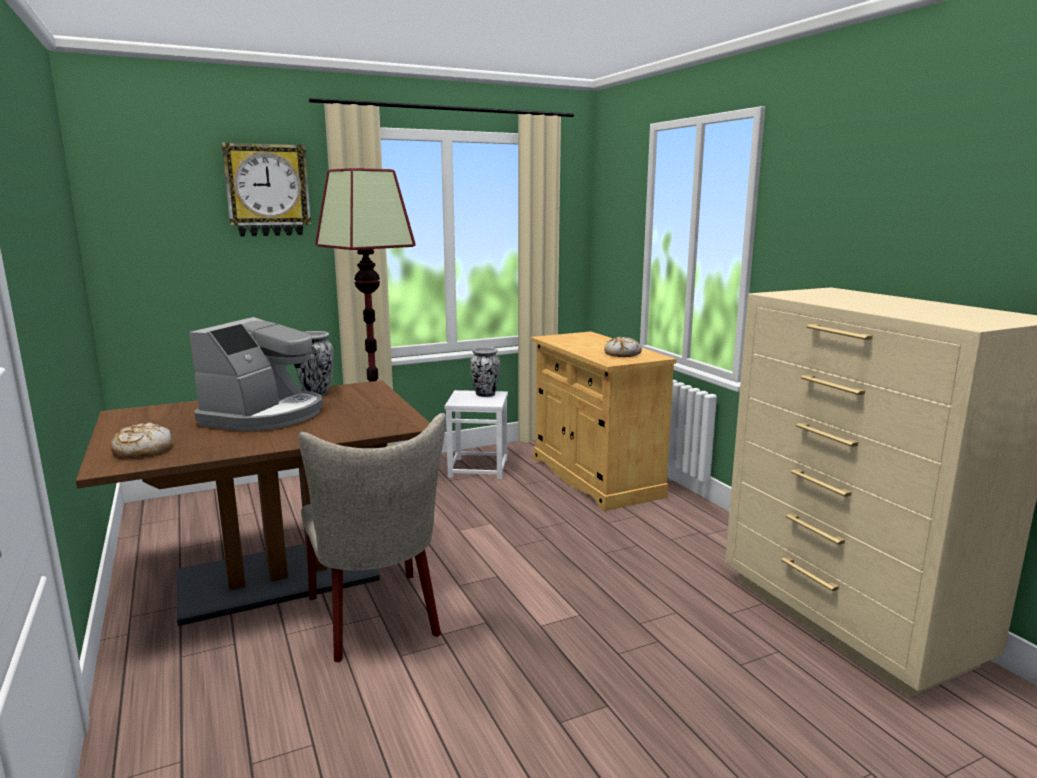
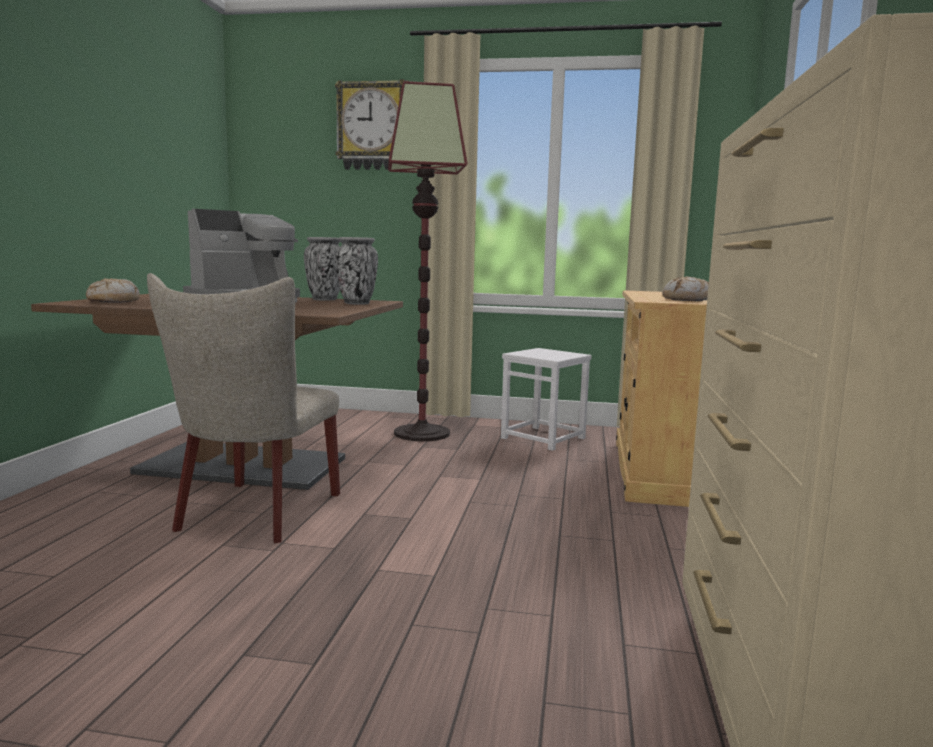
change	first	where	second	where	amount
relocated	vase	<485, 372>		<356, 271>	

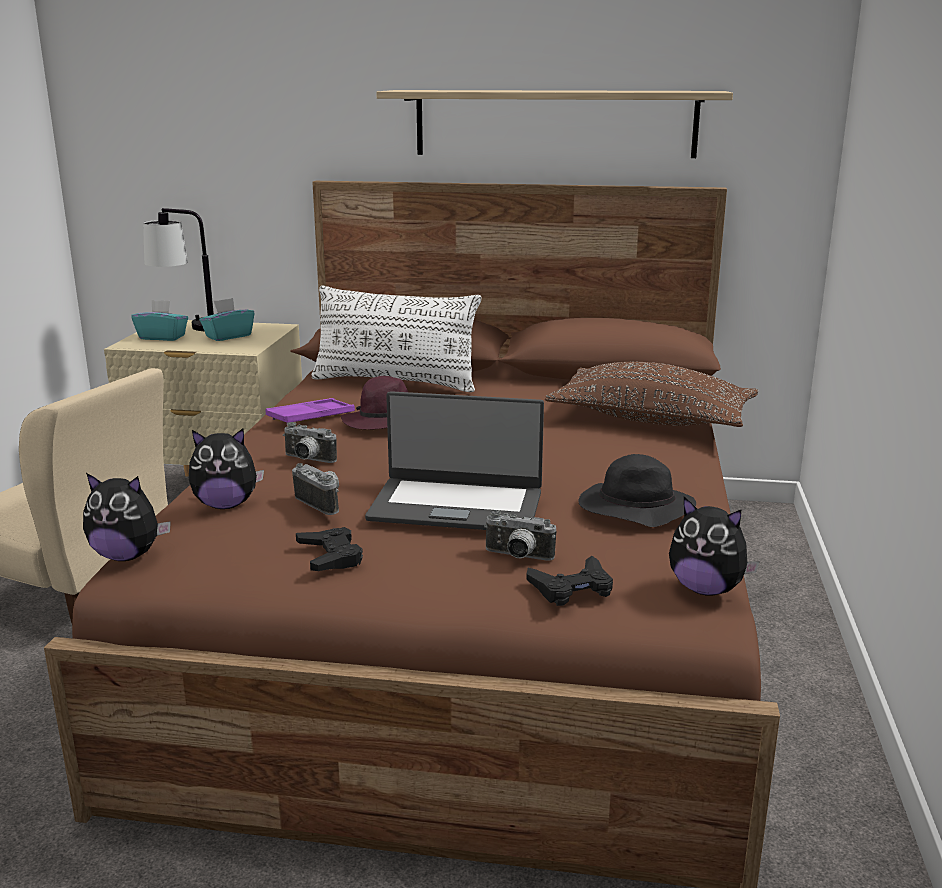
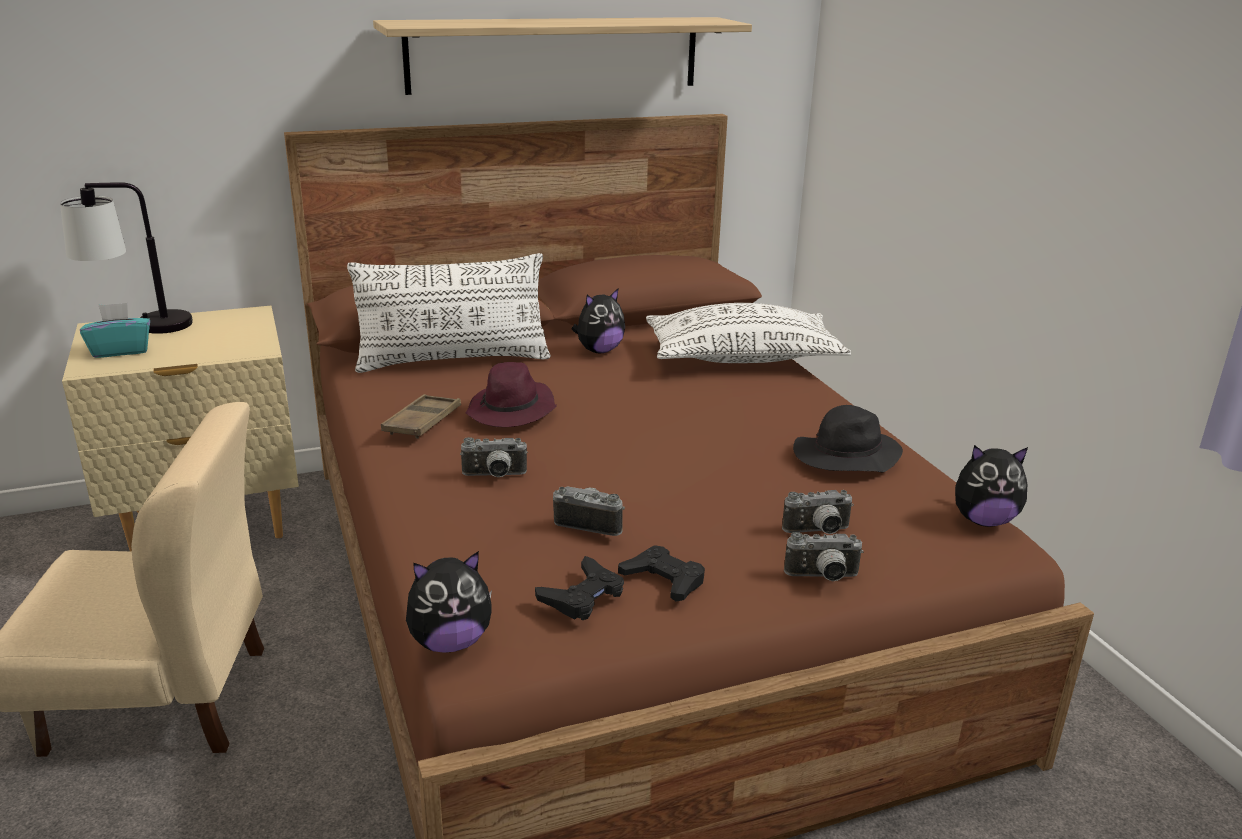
change	first	where	second	where	amount
missing	tissue box/turquoise	<227, 319>			
colour	pillow/brown	<651, 394>	pillow/white	<748, 333>	
missing	laptop	<454, 460>			
colour	tray/purple	<310, 410>	tray/brown	<421, 416>	
relocated	plush toy	<226, 469>		<598, 320>	
relocated	game controller/black	<569, 581>		<579, 588>	
appeared			photo camera	<823, 556>	

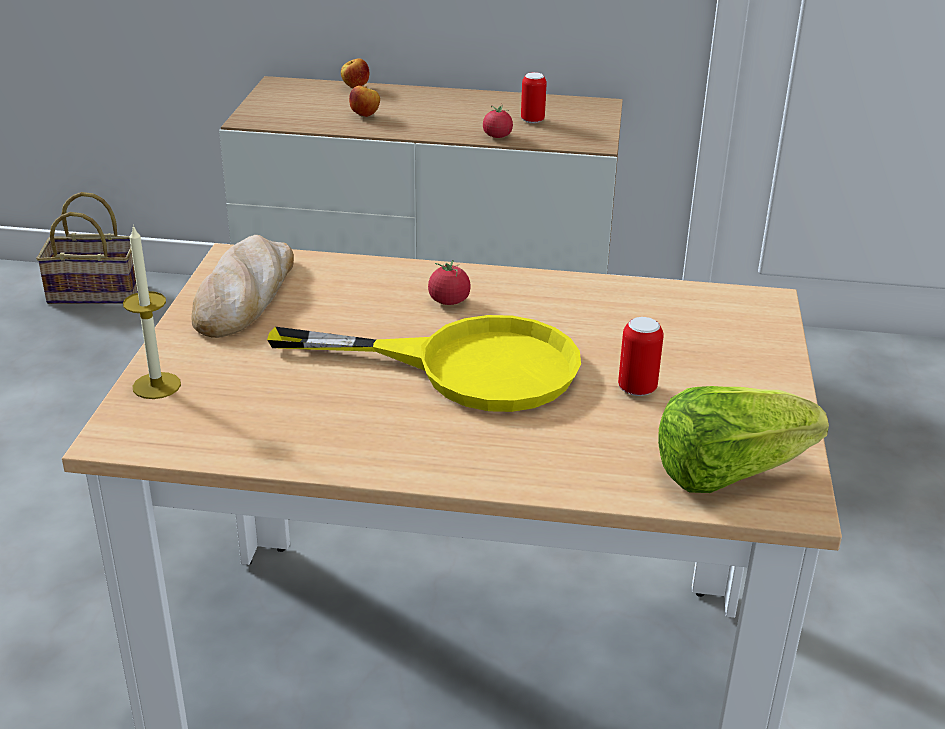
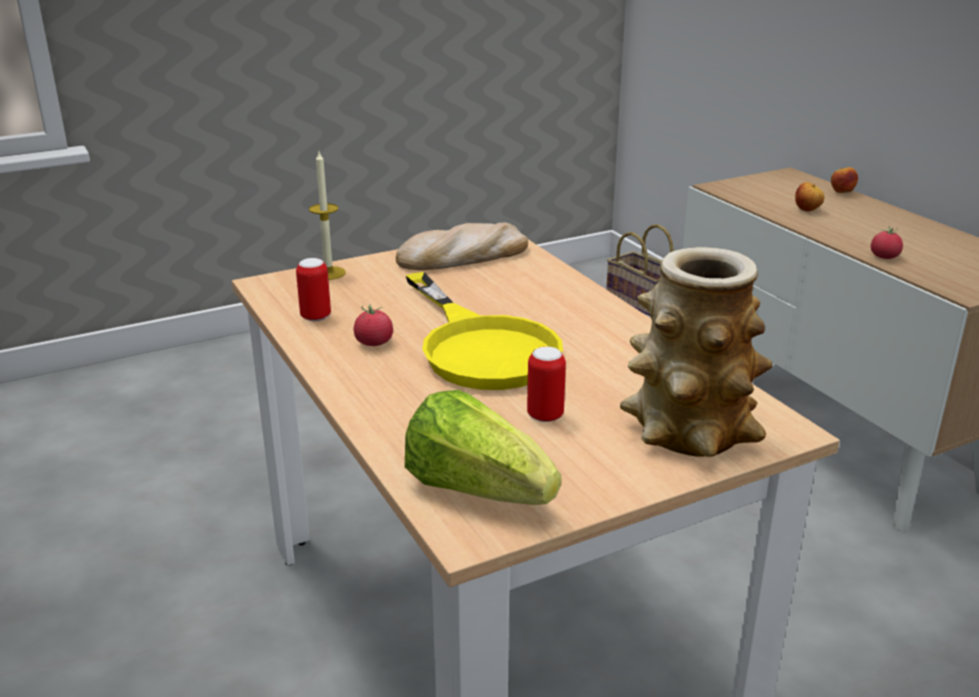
change	first	where	second	where	amount
relocated	can	<534, 97>		<313, 289>	
relocated	tomato	<449, 282>		<373, 325>	
appeared			vase	<696, 352>	

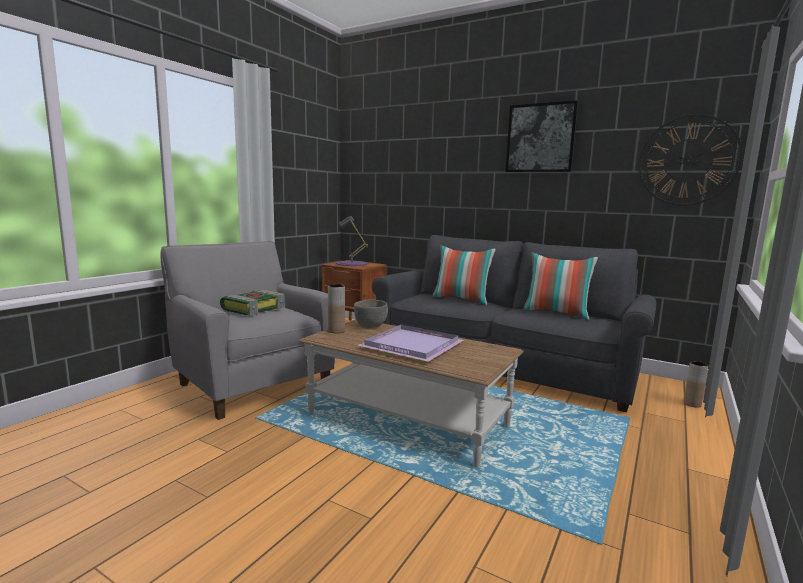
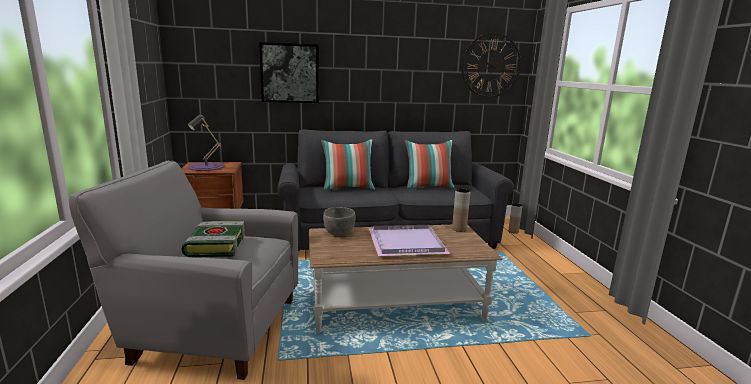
change	first	where	second	where	amount
relocated	picture	<542, 136>		<289, 72>	
relocated	vase/brown	<336, 308>		<461, 210>	

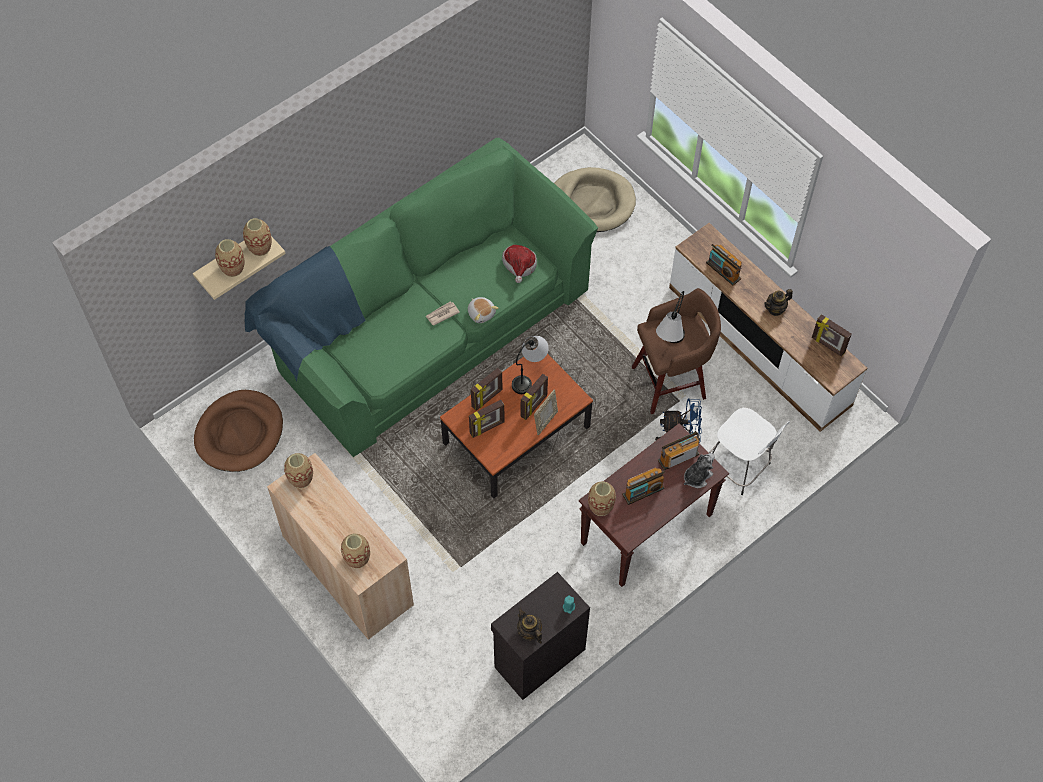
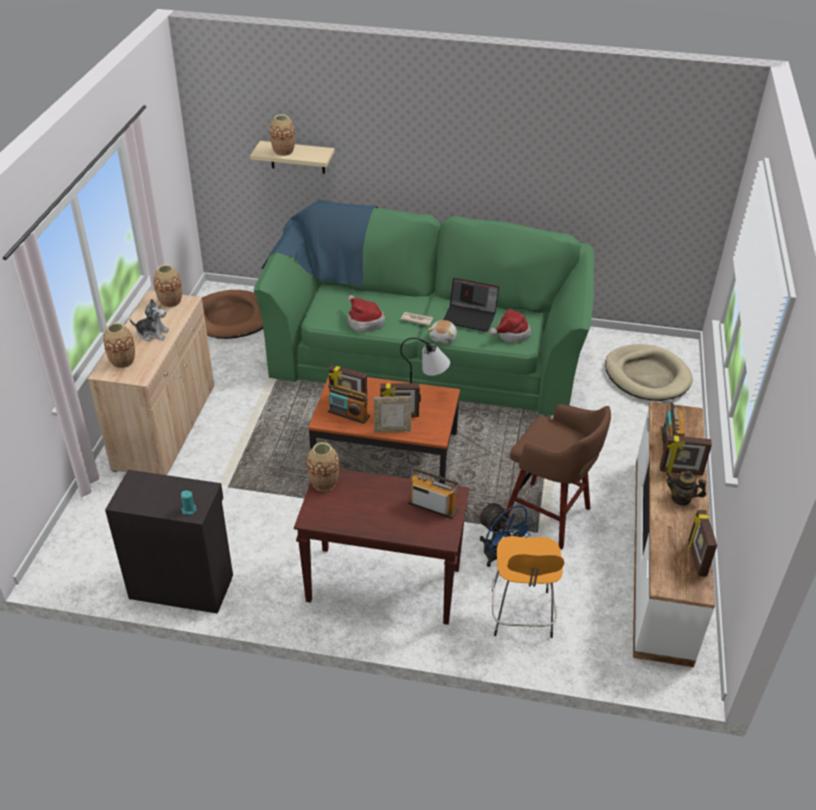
change	first	where	second	where	amount
missing	vase	<257, 237>			
missing	table lamp	<670, 317>			
relocated	picture frame	<486, 389>		<686, 455>	
colour	stool/white	<749, 451>	stool/orange	<528, 587>	
relocated	plush toy	<699, 470>		<149, 320>	
relocated	radio	<643, 486>		<349, 404>	
missing	teapot	<529, 625>			
appeared			laptop	<471, 305>	
appeared			hat	<366, 314>	

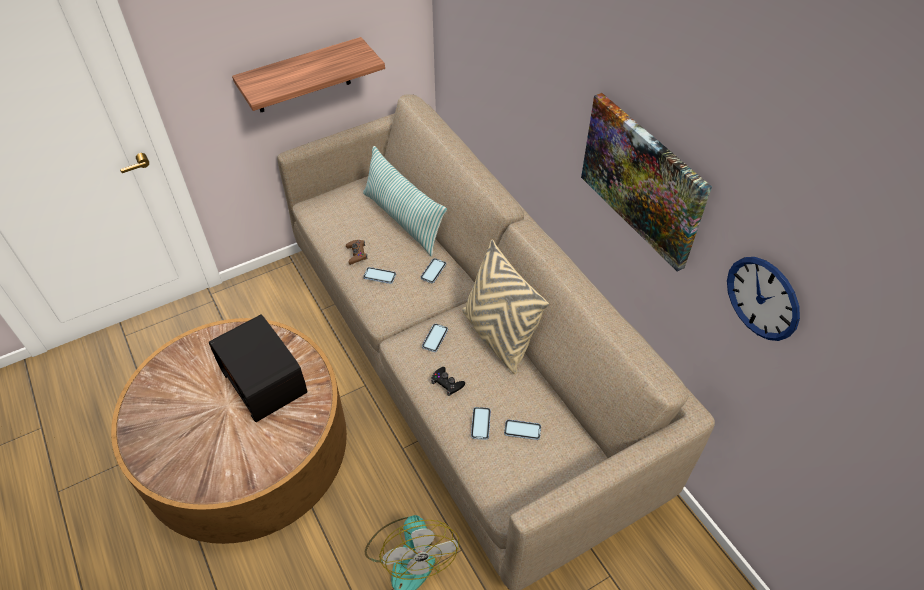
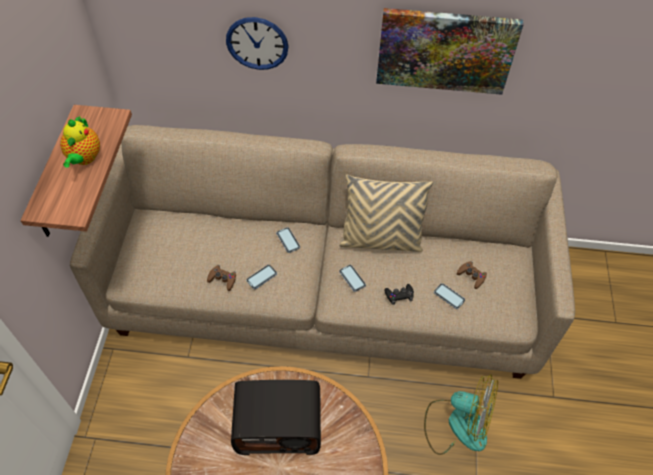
change	first	where	second	where	amount
missing	pillow	<405, 201>			
relocated	wall clock	<763, 299>		<257, 43>	
exchanged	phone	<522, 429>	game controller/brown	<472, 275>	
appeared			teapot	<80, 141>	

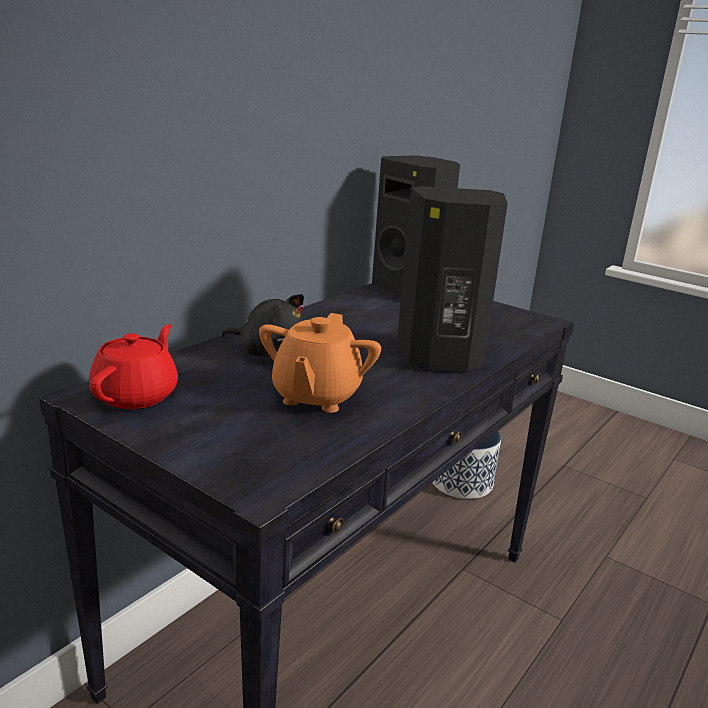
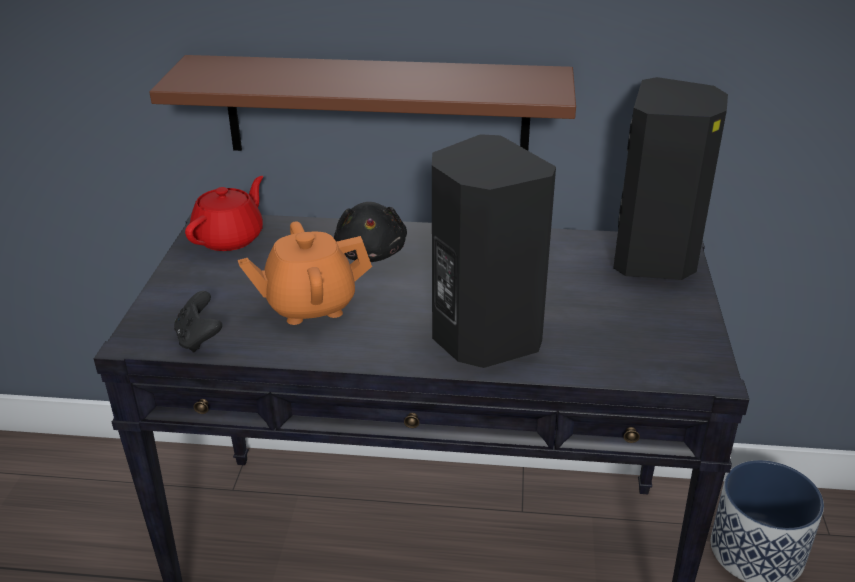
change	first	where	second	where	amount
spun	teapot/red	<133, 366>		<224, 213>	45 degrees counterclockwise
appeared			shelf/brown	<362, 103>	
appeared			game controller/black	<198, 322>	

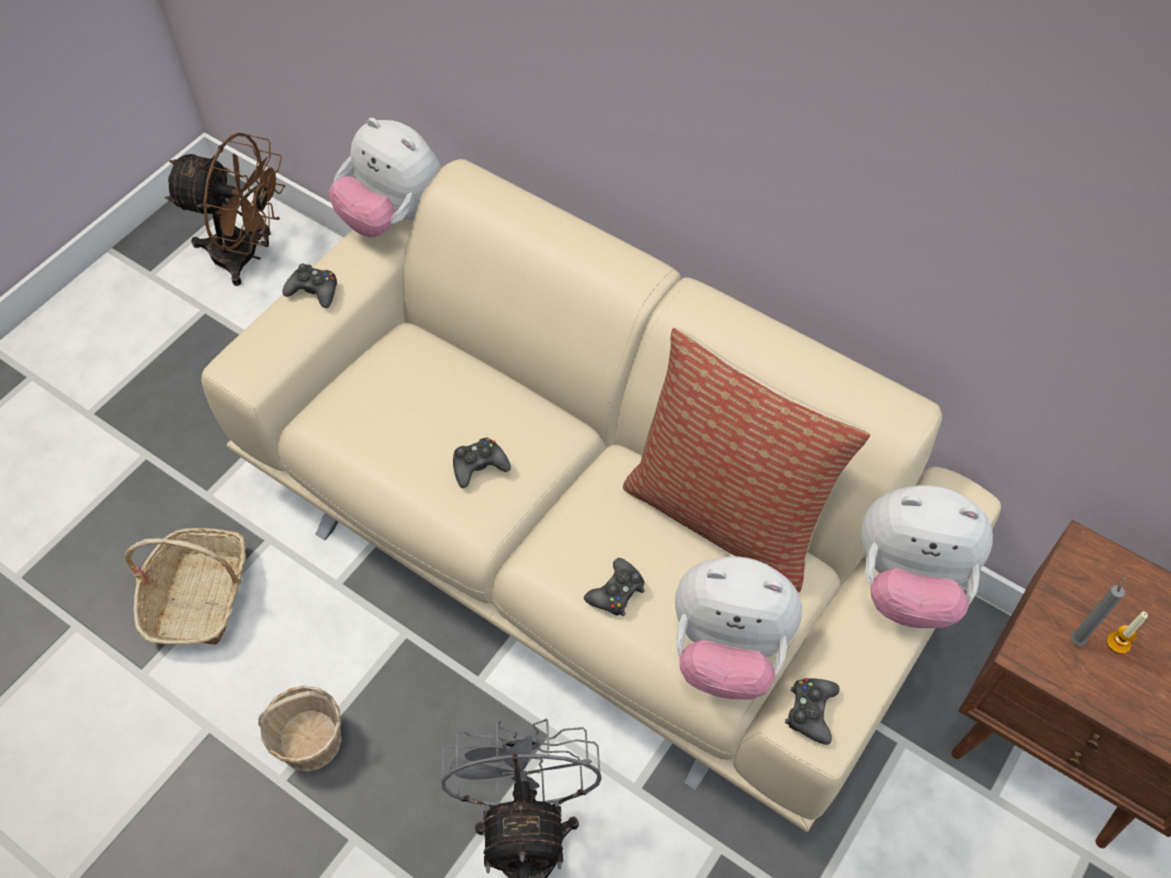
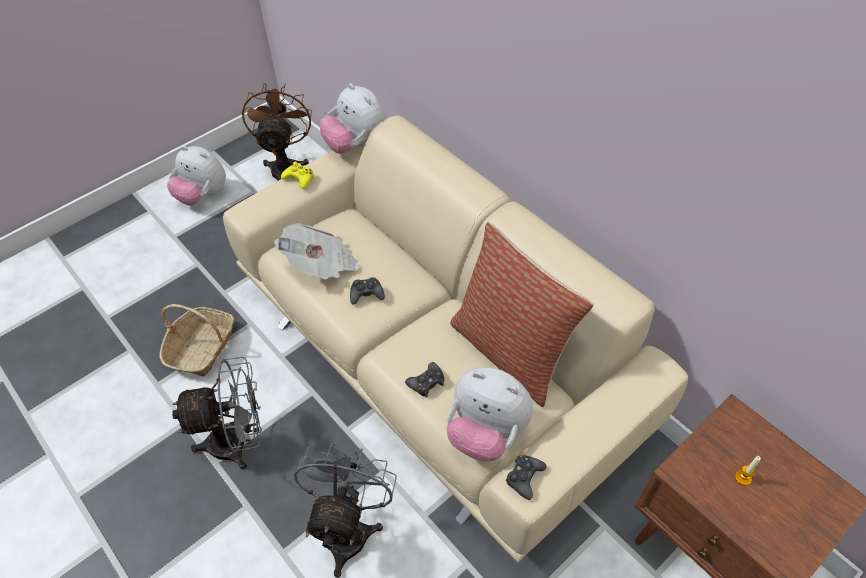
change	first	where	second	where	amount
spun	fan/brown	<225, 209>		<277, 132>	120 degrees counterclockwise
colour	game controller/black	<309, 286>	game controller/yellow	<297, 175>	
relocated	plush toy	<927, 556>		<196, 176>	
missing	candle/grey	<1099, 610>			
exchanged	basket	<300, 728>	fan/grey	<217, 413>	
appeared			newspaper	<317, 251>	

